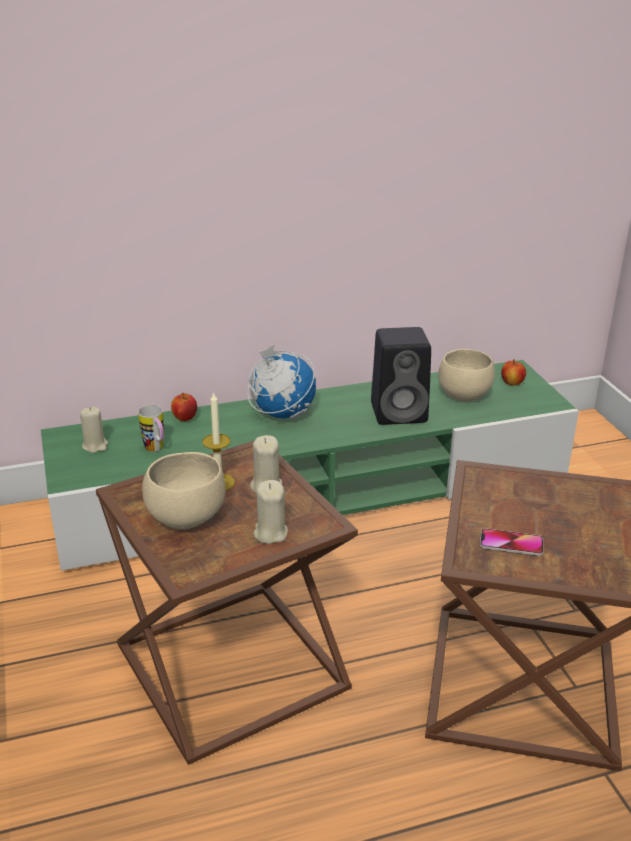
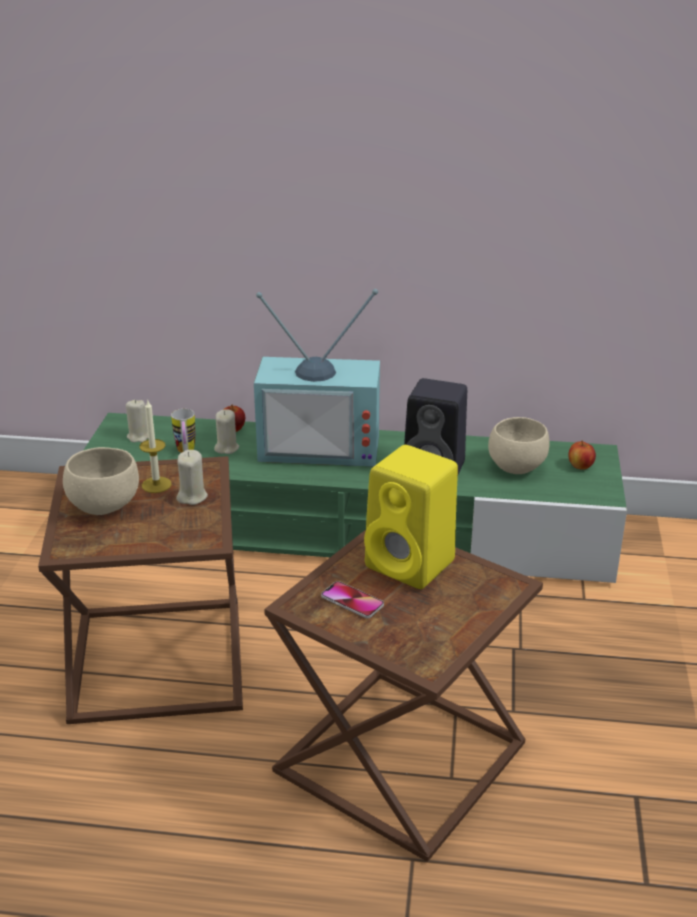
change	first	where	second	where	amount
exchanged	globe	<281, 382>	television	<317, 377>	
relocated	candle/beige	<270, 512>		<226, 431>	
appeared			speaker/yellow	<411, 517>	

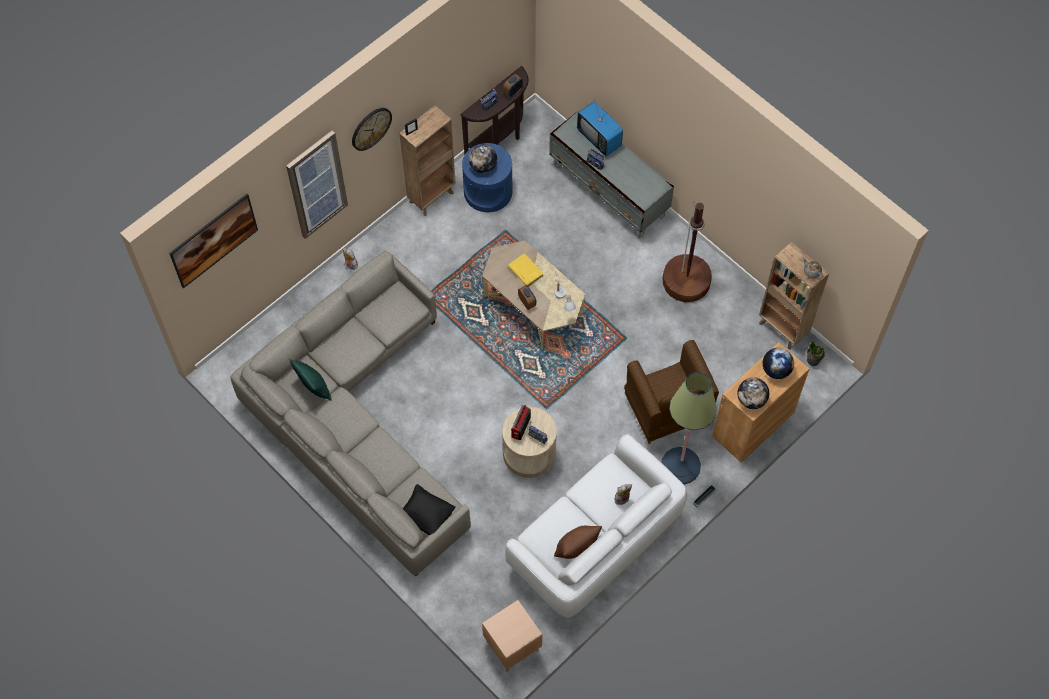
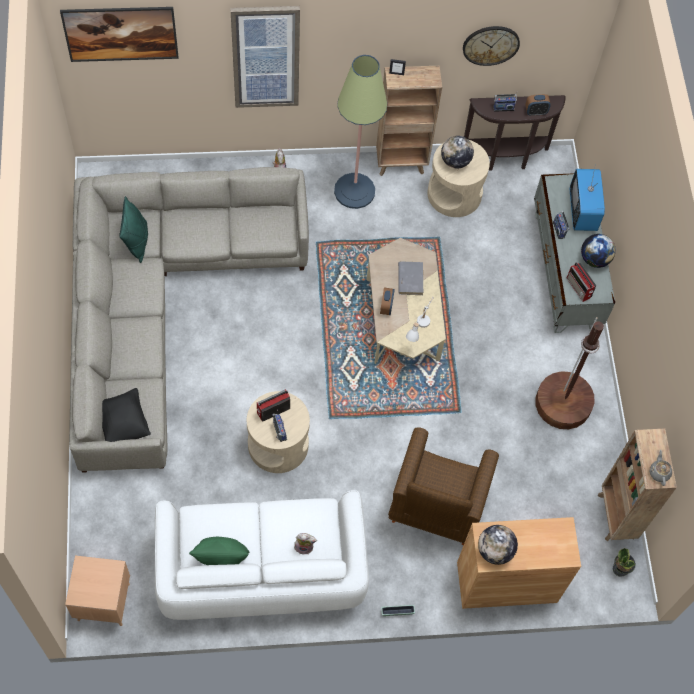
change	first	where	second	where	amount
relocated	wall clock	<372, 129>		<491, 46>	
colour	side table/blue	<487, 177>	side table/beige	<458, 178>	
colour	book/yellow	<526, 270>	book/grey	<410, 278>	
relocated	globe	<778, 363>		<598, 251>	
relocated	floor lamp	<689, 428>		<360, 132>	
colour	pillow/brown	<578, 542>	pillow/green	<219, 551>	
appeared			radio	<581, 282>	

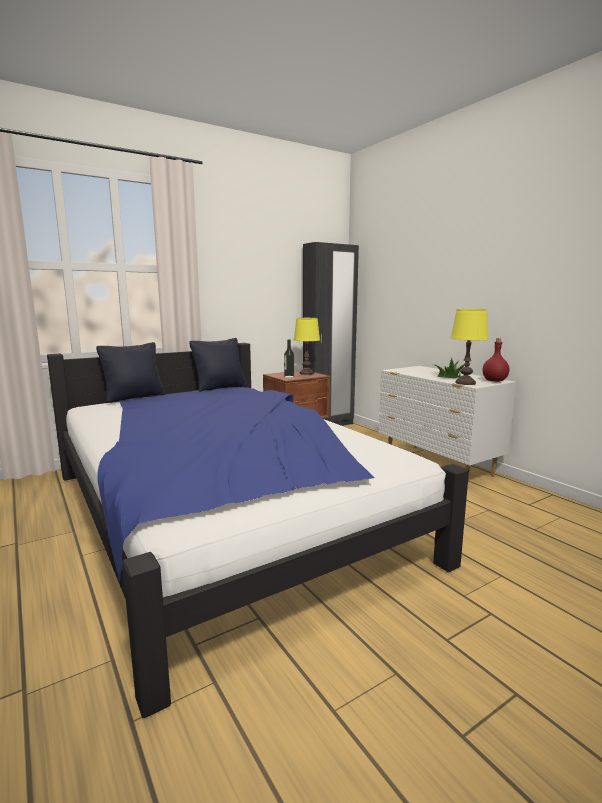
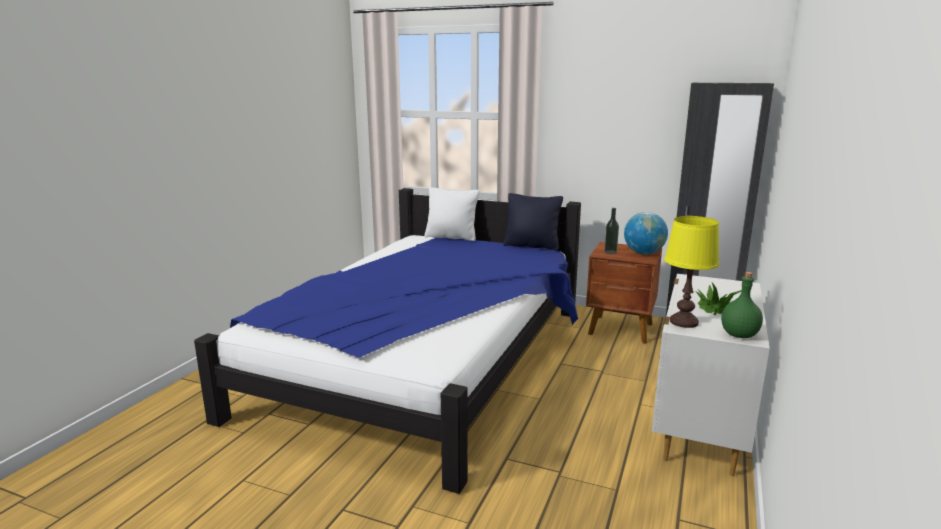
change	first	where	second	where	amount
exchanged	table lamp/yellow	<307, 346>	globe	<646, 233>	
colour	bottle/red	<495, 360>	bottle/green	<742, 305>	
colour	pillow/black	<131, 372>	pillow/white	<452, 214>	

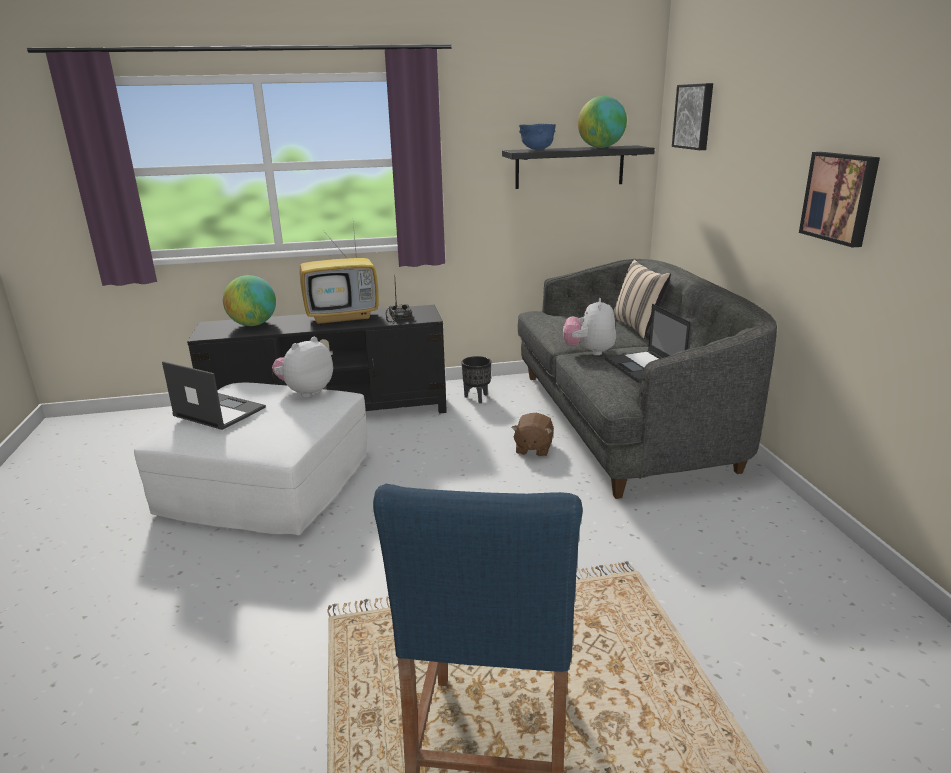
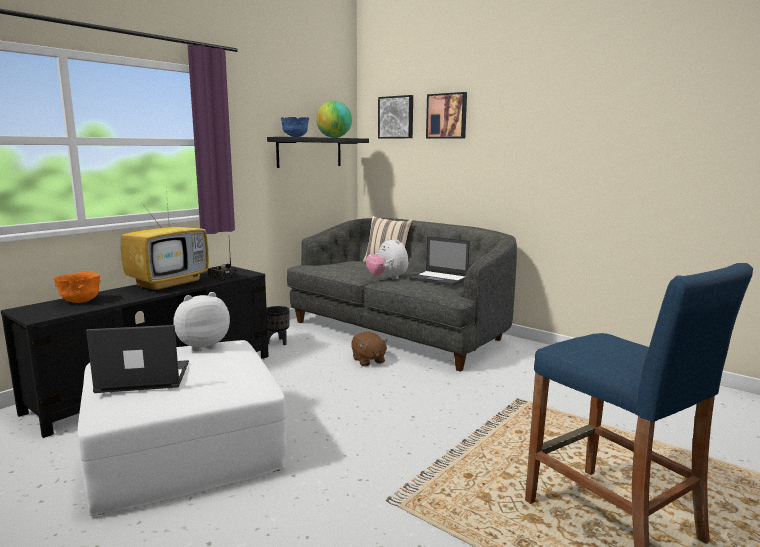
change	first	where	second	where	amount
relocated	picture	<839, 200>		<446, 115>	
exchanged	globe	<249, 300>	bowl/orange	<77, 287>	
spun	plush toy	<302, 367>		<201, 321>	60 degrees clockwise

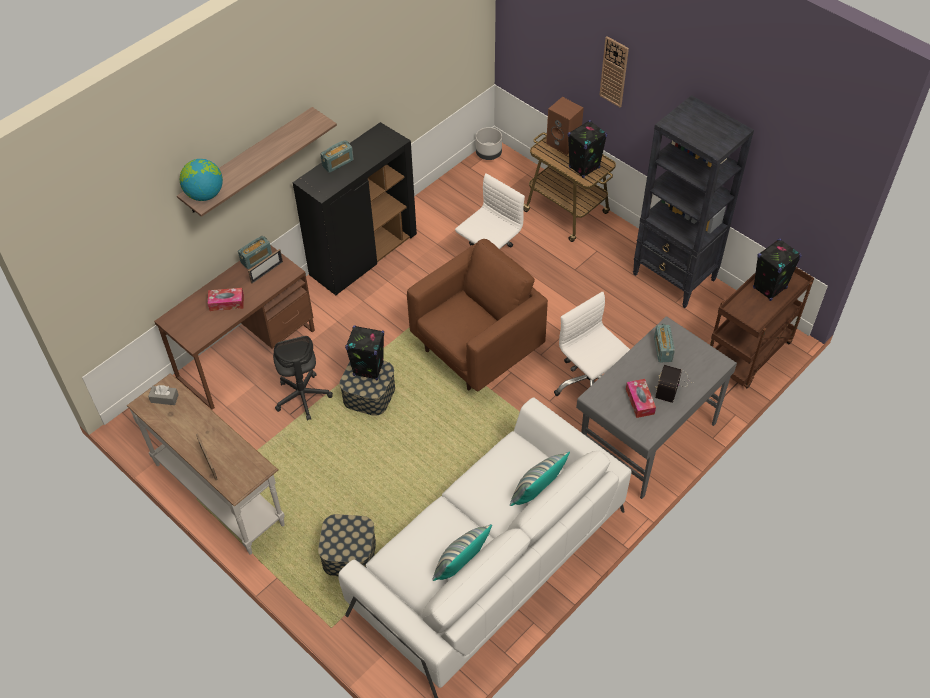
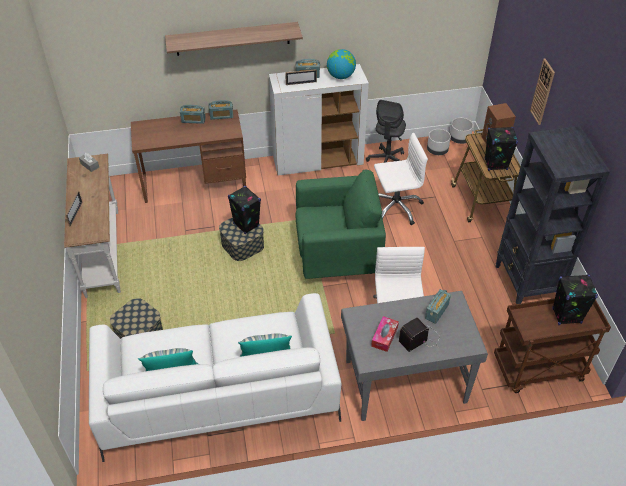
change	first	where	second	where	amount
colour	cabinet/black	<355, 208>	cabinet/white	<319, 120>	
relocated	globe	<201, 180>		<341, 64>	
colour	armchair/brown	<477, 315>	armchair/green	<341, 224>	
relocated	picture frame	<265, 266>		<301, 77>	
missing	tissue box	<226, 299>			
relocated	office chair/grey	<303, 378>		<386, 131>	
appeared			radio	<193, 114>	
appeared			planter/grey	<439, 142>	

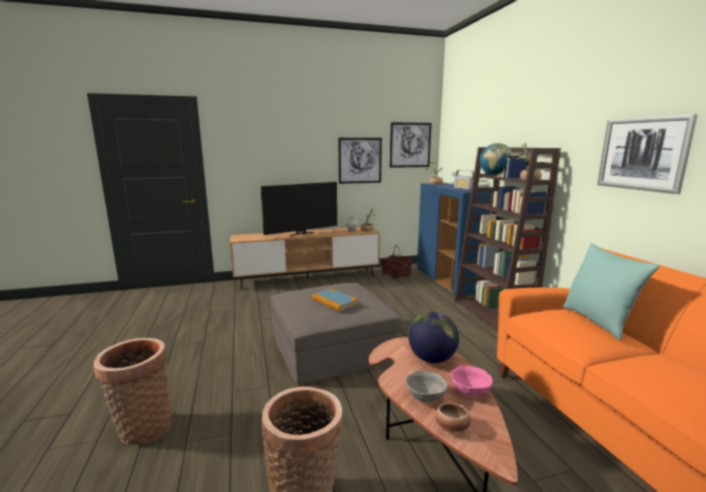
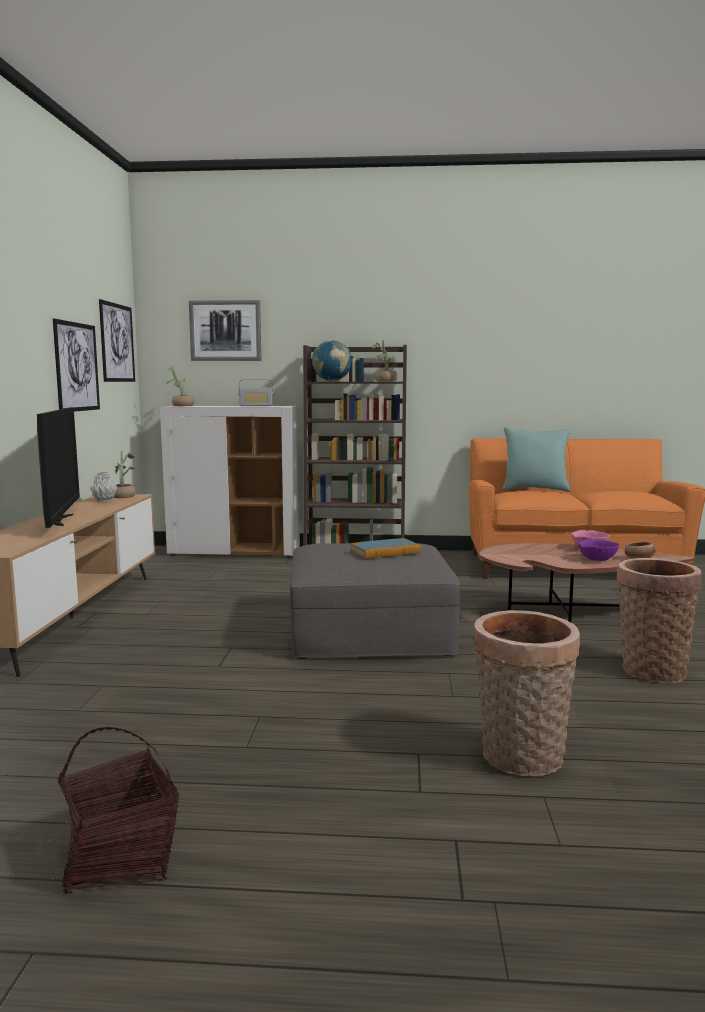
change	first	where	second	where	amount
relocated	picture	<647, 154>		<225, 330>	
colour	cabinet/blue	<454, 239>	cabinet/white	<230, 482>	
relocated	basket	<396, 262>		<118, 810>	
missing	globe	<433, 337>			
colour	bowl/grey	<426, 387>	bowl/purple	<598, 550>	

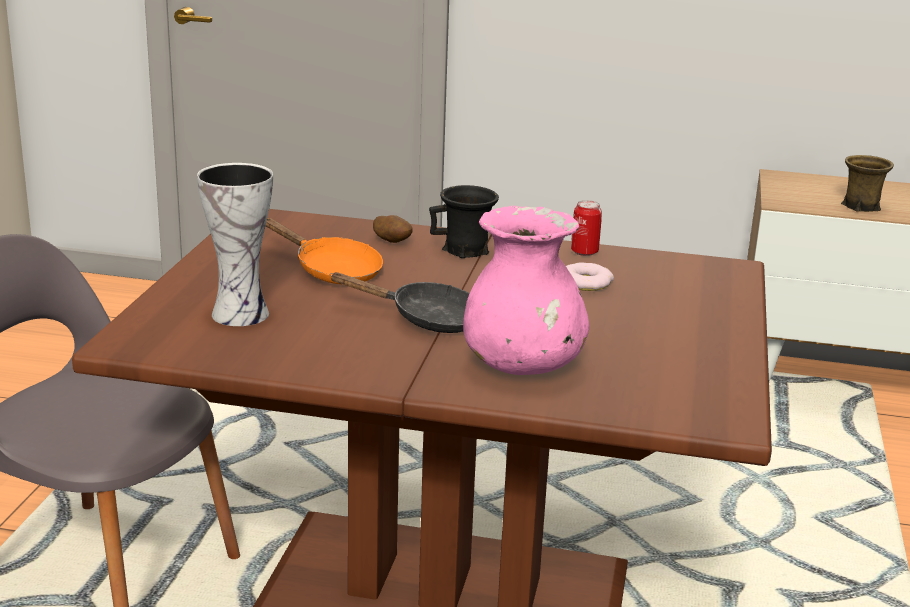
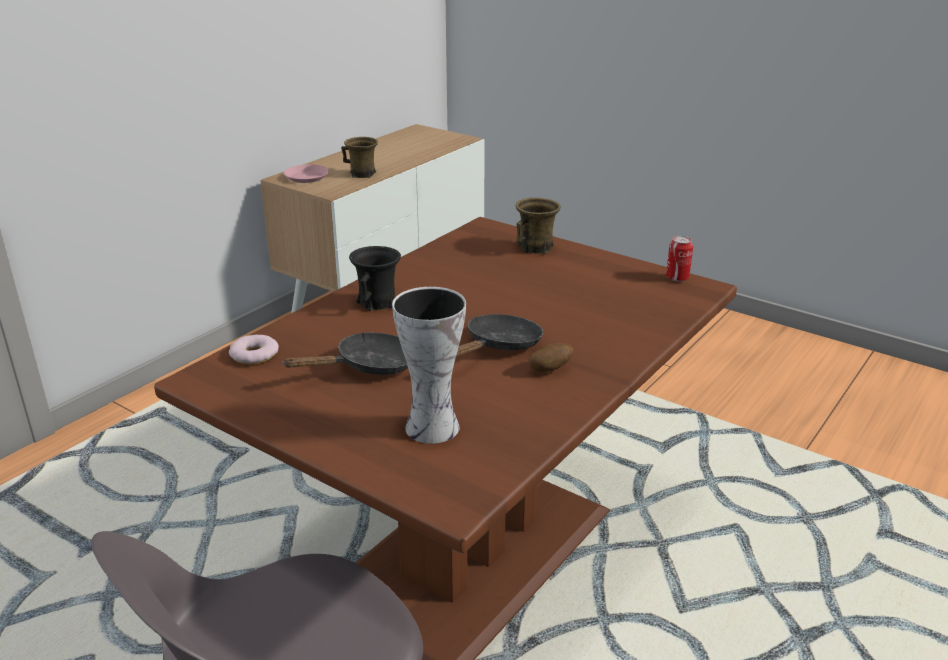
change	first	where	second	where	amount
relocated	can	<586, 228>		<679, 259>	
missing	vase/pink	<526, 290>			
relocated	potato	<393, 229>		<551, 357>	
colour	frying pan/orange	<324, 251>	frying pan/black	<345, 353>	
relocated	donut	<590, 277>		<254, 349>	
appeared			plate/pink	<306, 173>	
appeared			mug/brown	<538, 226>	

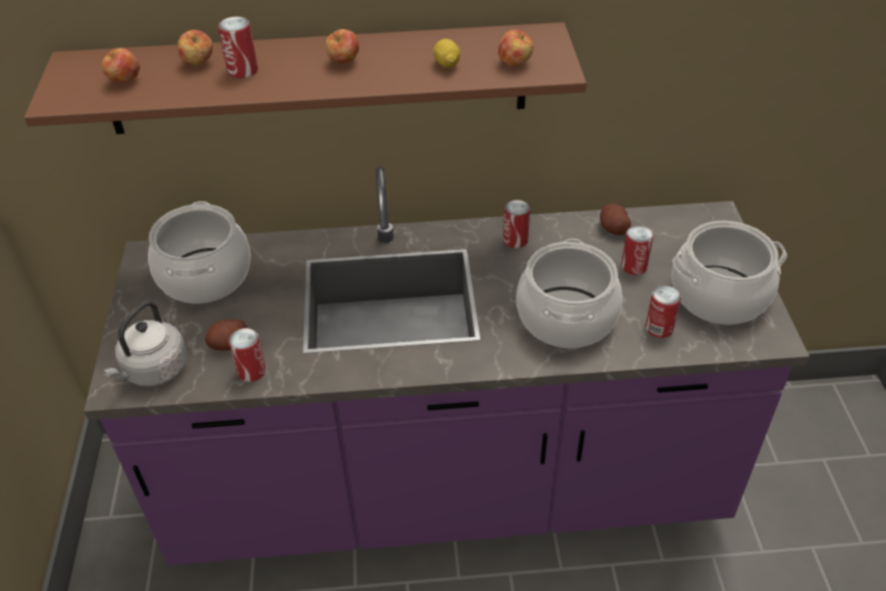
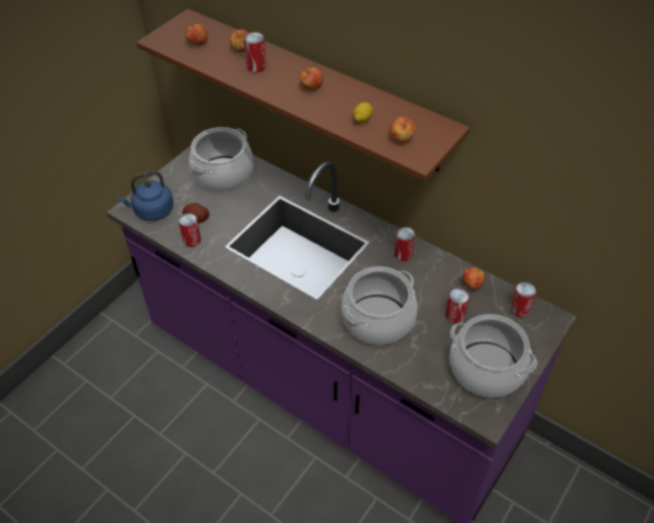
change	first	where	second	where	amount
exchanged	potato	<615, 219>	apple	<473, 278>	
relocated	can	<663, 311>		<523, 299>	
colour	kettle/grey	<145, 344>	kettle/blue	<145, 196>	

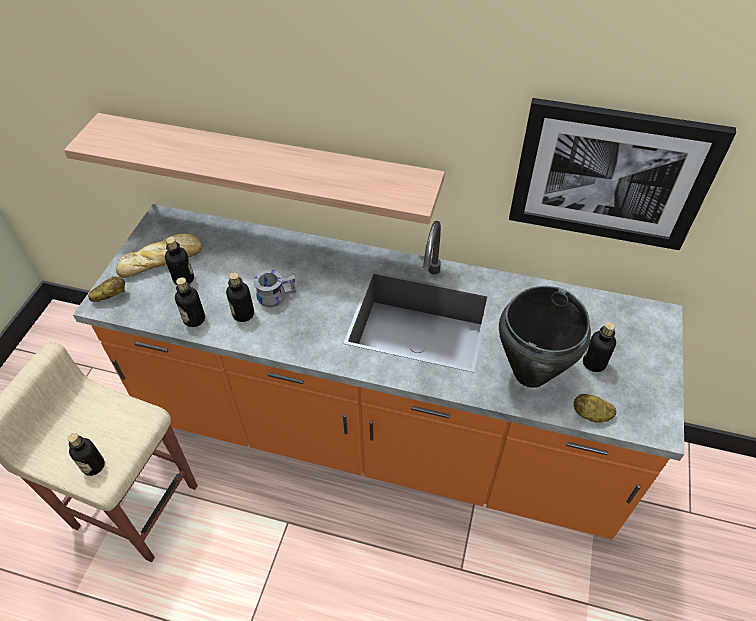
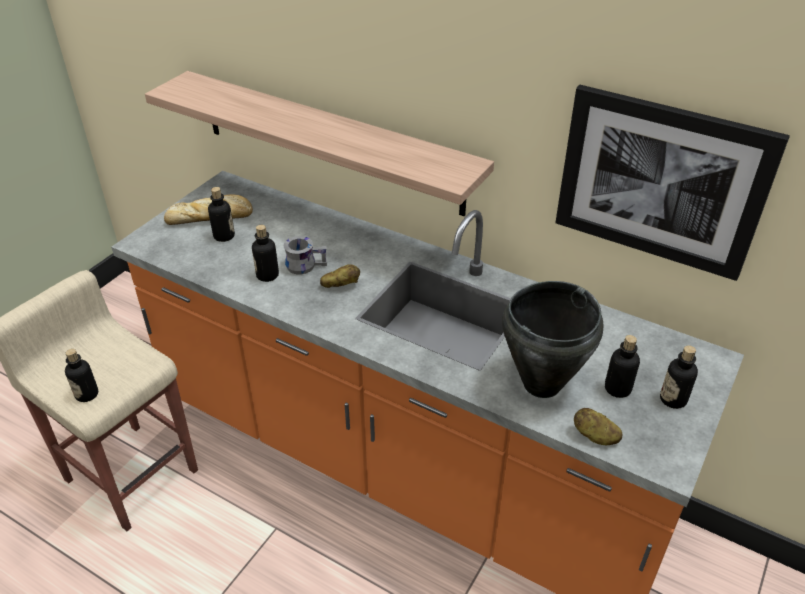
change	first	where	second	where	amount
relocated	potato	<106, 289>		<340, 276>	
relocated	bottle	<190, 302>		<679, 377>	

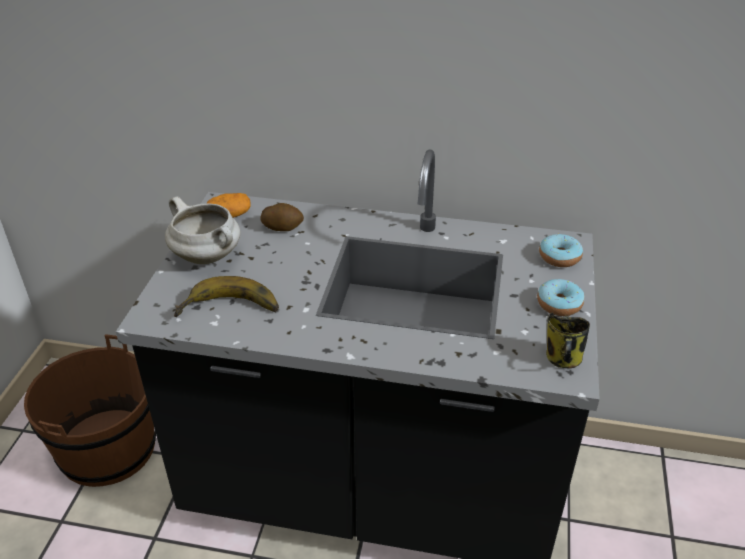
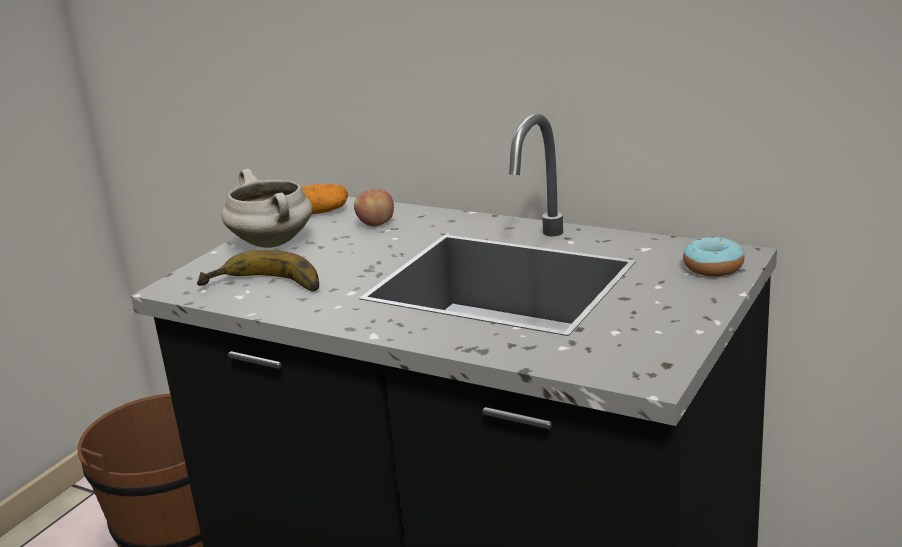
change	first	where	second	where	amount
exchanged	potato	<282, 217>	apple	<374, 208>	
missing	donut	<561, 297>			
missing	mug	<568, 340>			

